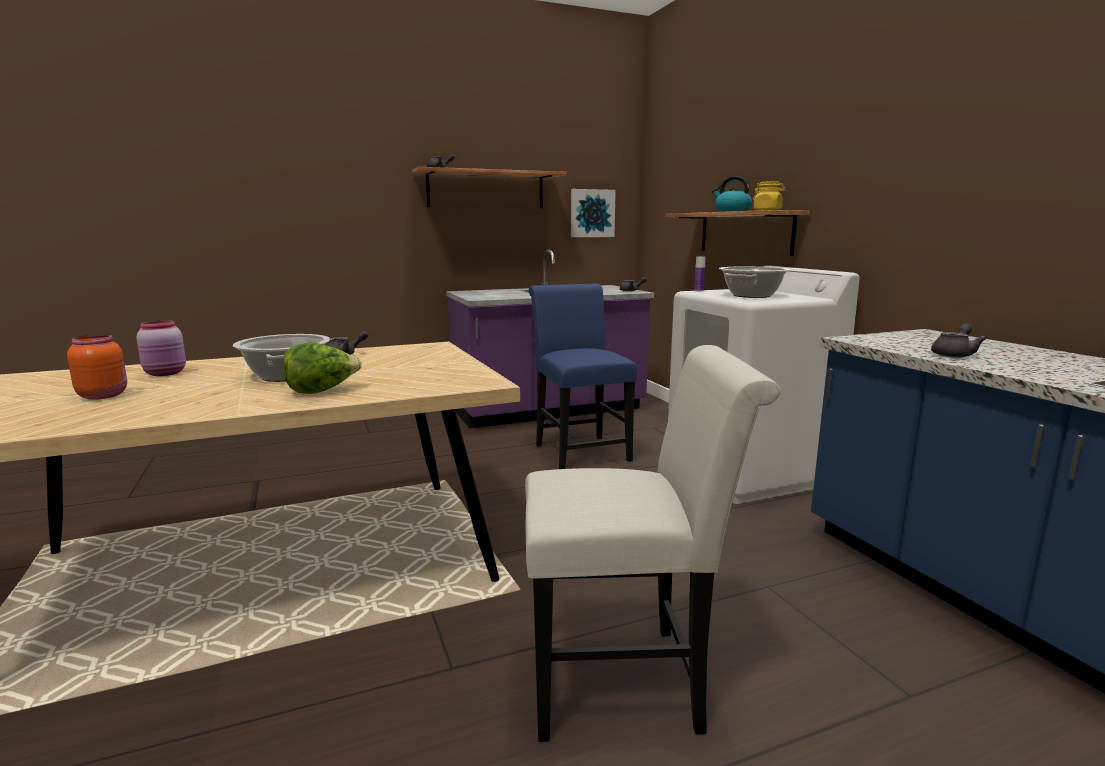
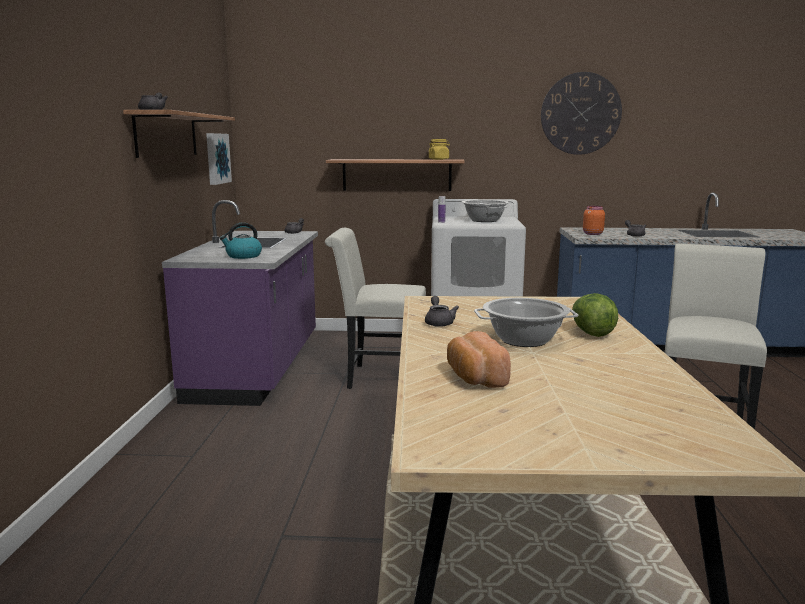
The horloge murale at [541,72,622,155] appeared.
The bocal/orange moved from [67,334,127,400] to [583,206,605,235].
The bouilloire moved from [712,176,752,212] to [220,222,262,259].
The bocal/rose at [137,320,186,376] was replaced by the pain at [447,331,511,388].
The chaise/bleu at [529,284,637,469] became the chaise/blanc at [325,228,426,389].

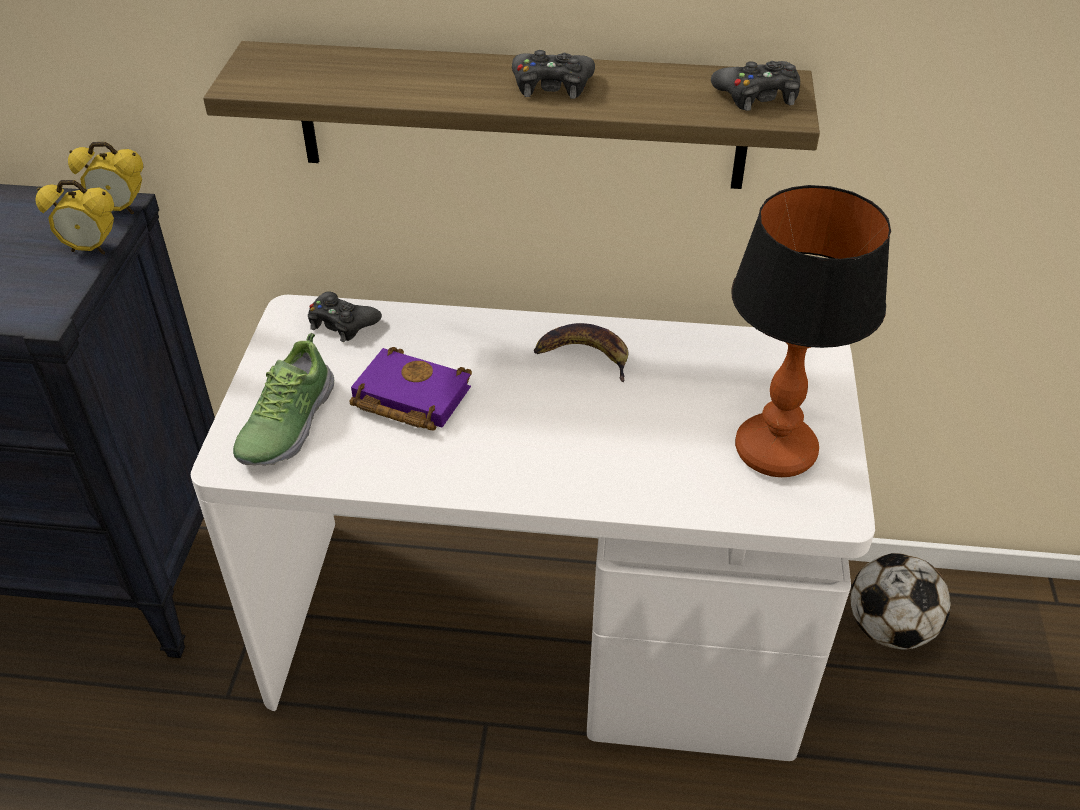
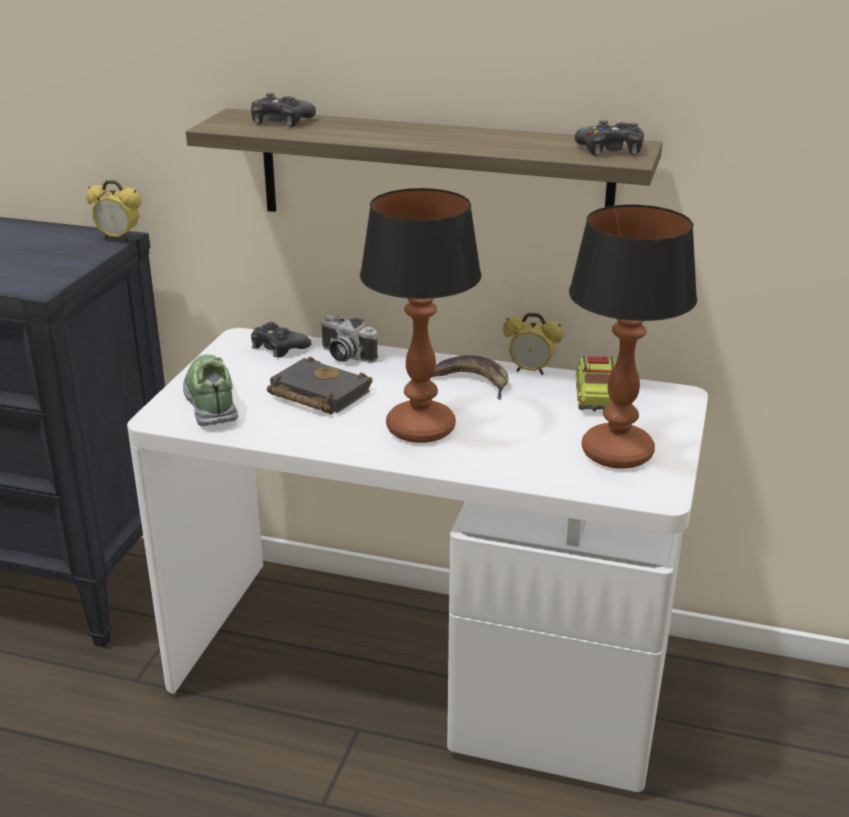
The ballon de foot at [850,553,951,649] disappeared.
The appareil photo at [321,315,378,363] appeared.
The lampe de table at [360,188,481,443] appeared.
The camion jouet at [576,355,616,411] appeared.
The réveil moved from [36,180,114,254] to [503,313,563,375].
The manette/noir moved from [512,50,595,99] to [251,93,316,127].
The livre/violet at [350,347,472,430] became the livre/noir at [267,357,373,414].
The chaussure at [233,333,334,466] turned 135 degrees clockwise.

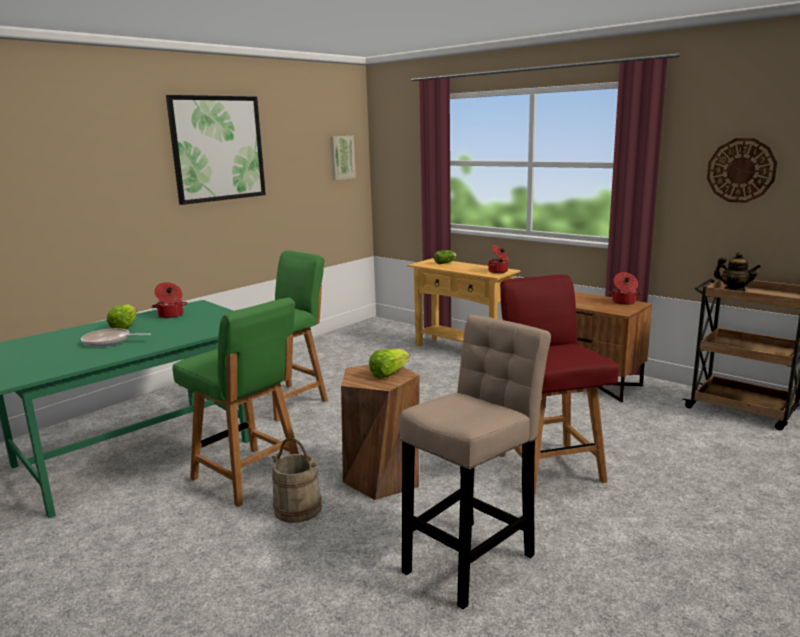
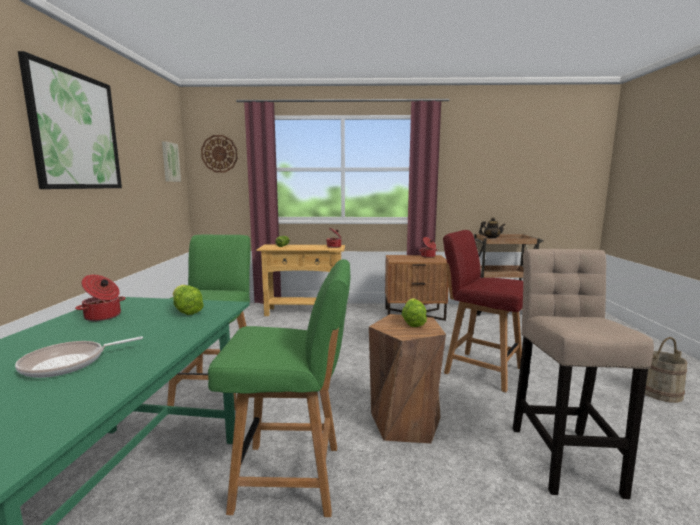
The laitue moved from [107,304,137,329] to [173,285,204,315].
The seau/beige moved from [272,438,322,523] to [645,337,687,403].
The horloge murale moved from [707,138,777,203] to [201,135,238,173].

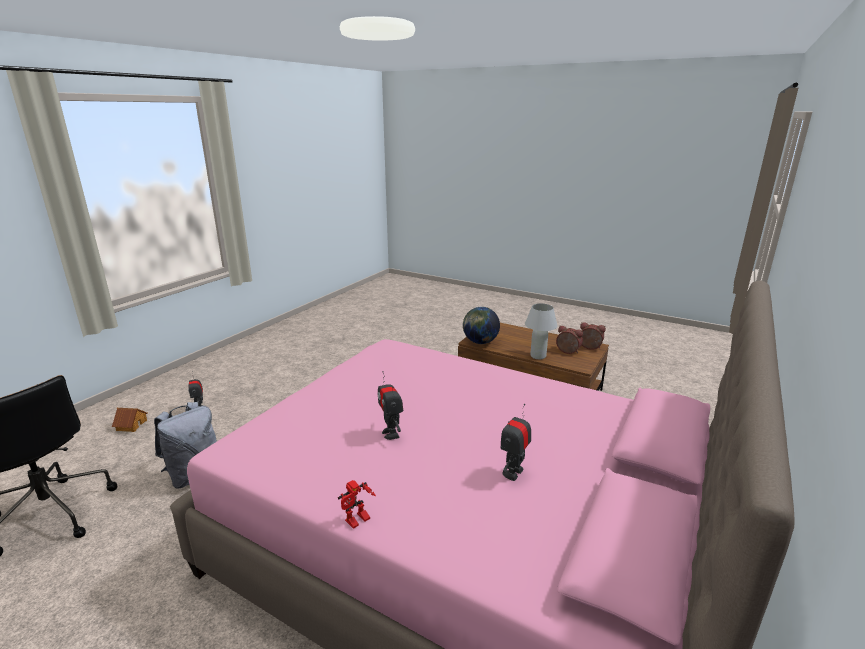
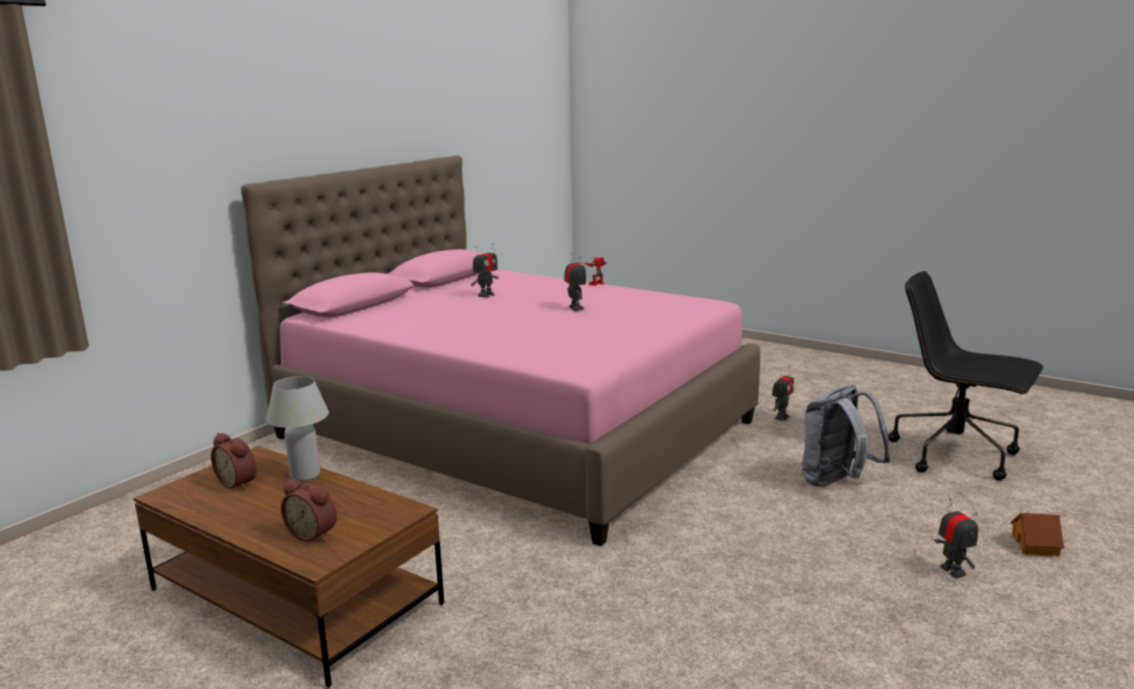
The globe at [463,307,500,344] disappeared.
The robot jouet at [772,367,794,421] appeared.
The réveil moved from [580,322,606,350] to [281,479,337,542].

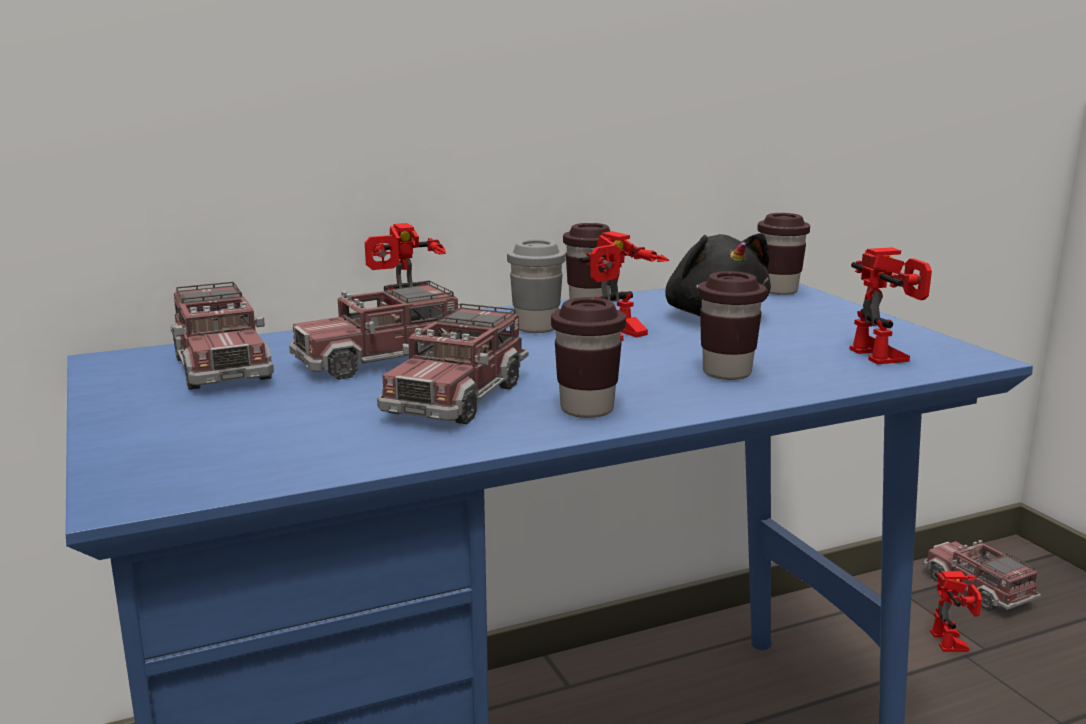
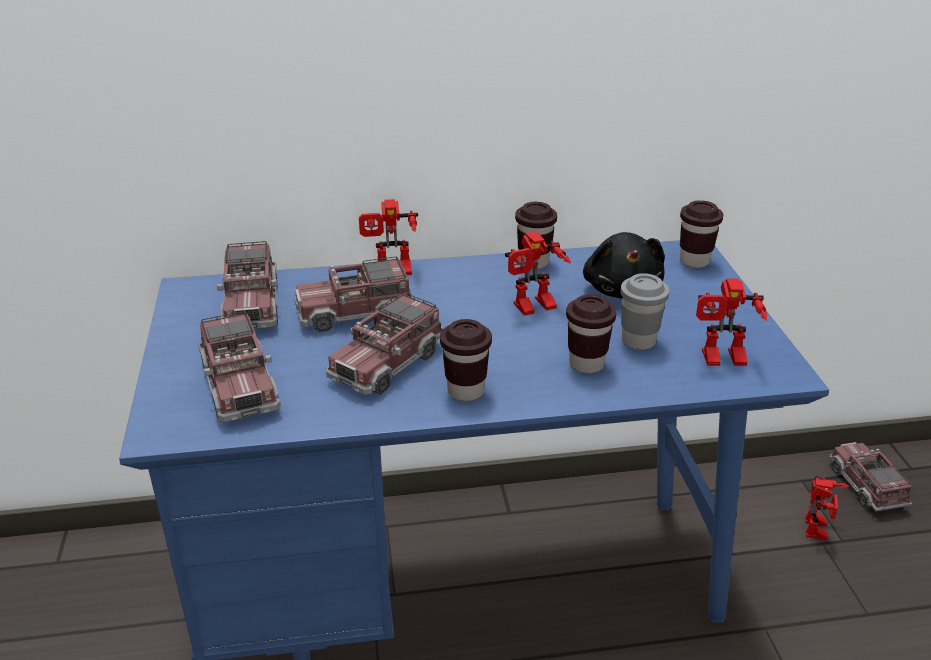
The camion jouet at [198,311,281,422] appeared.
The tasse/gris moved from [507,239,566,333] to [620,273,670,350].
The robot jouet at [850,247,932,364] turned 90 degrees clockwise.

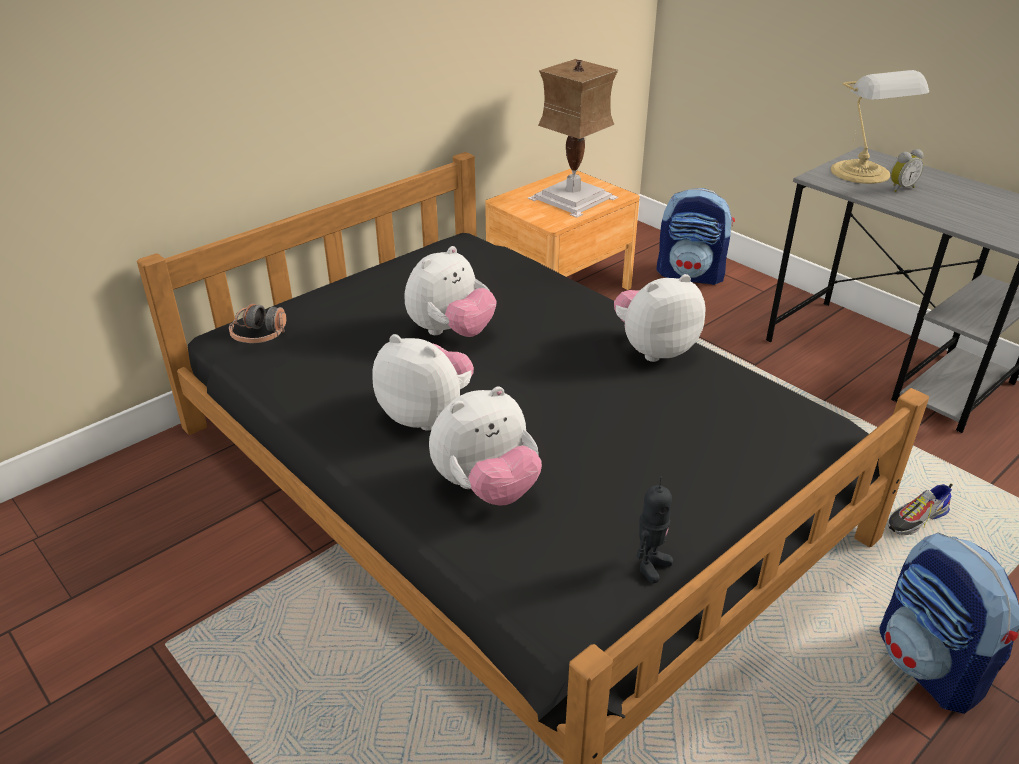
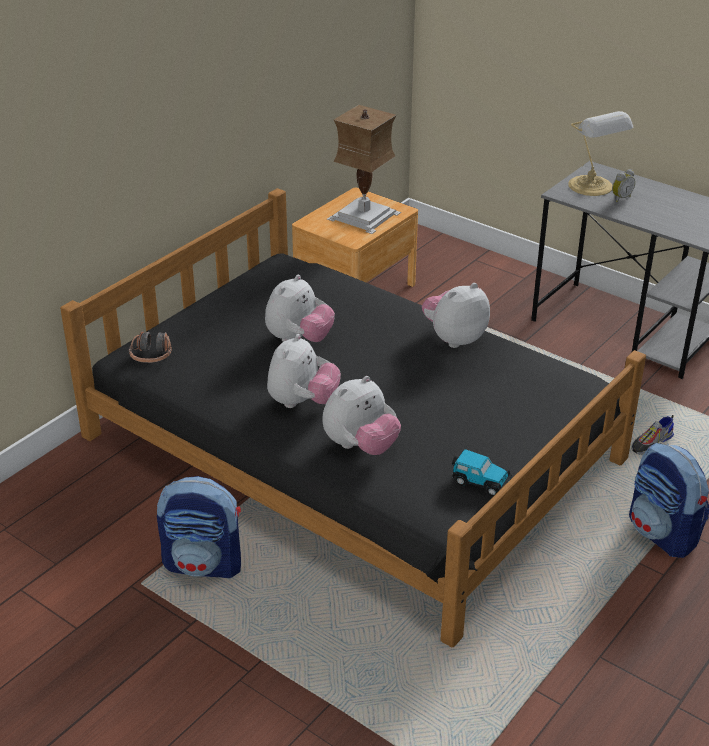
The sac à dos moved from [656,188,735,285] to [157,476,241,578].
The robot jouet at [636,477,673,583] was replaced by the petite voiture at [452,449,512,496].
The peluche at [372,334,474,431] turned 90 degrees clockwise.

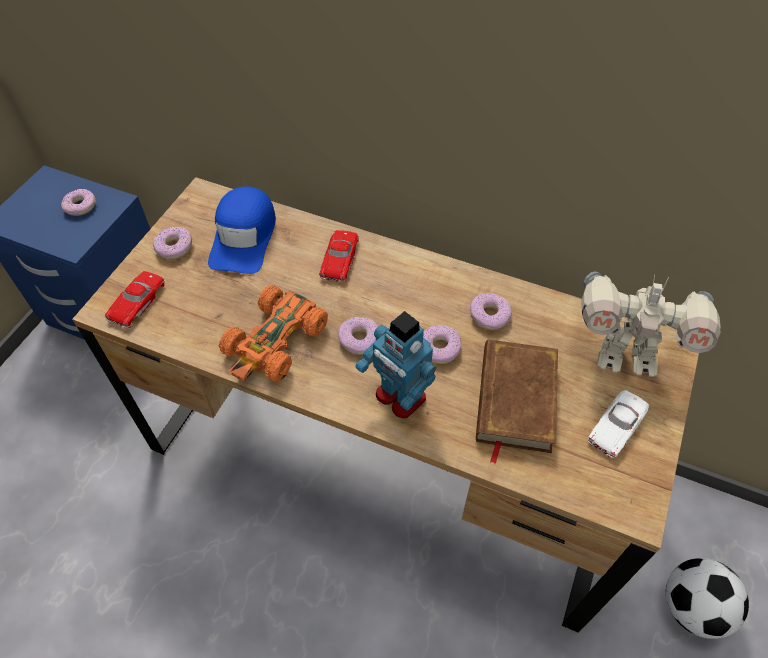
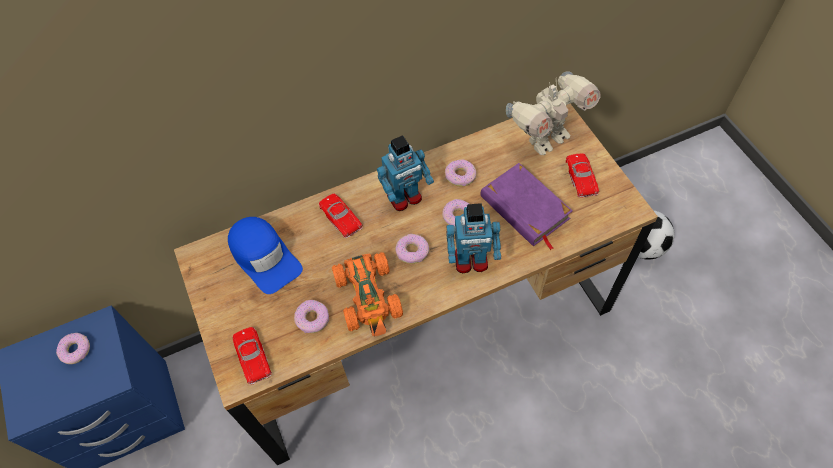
The robot jouet at [377,135,434,211] appeared.
The beignet moved from [153,227,193,260] to [294,300,329,333].
The livre/marron at [476,339,558,464] became the livre/violet at [481,163,573,250].
The petite voiture/blanc at [588,390,649,458] became the petite voiture/rouge at [566,153,599,197].

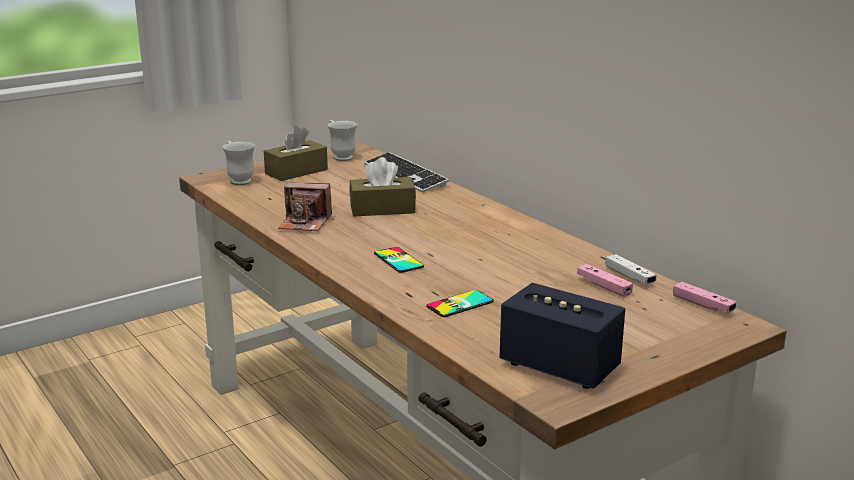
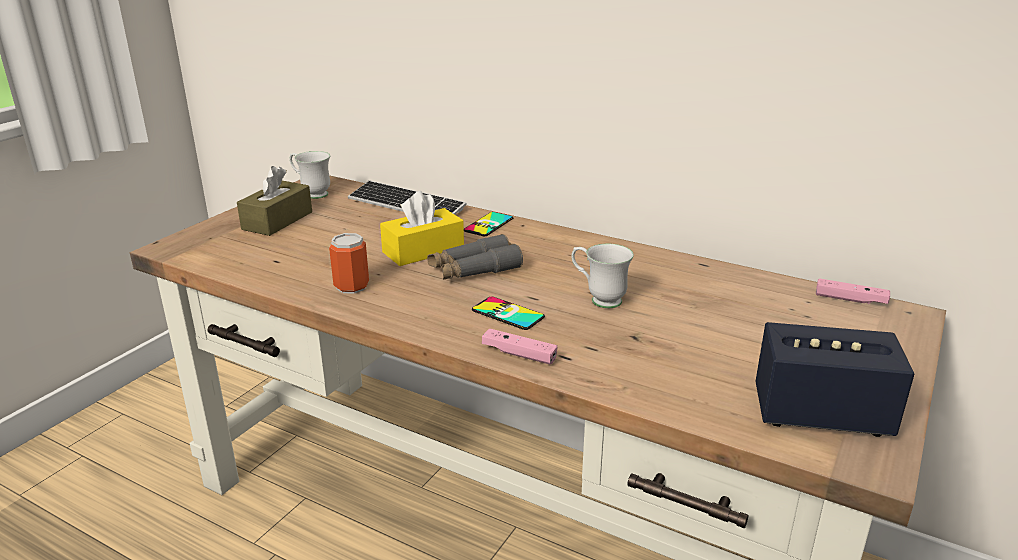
The manette/blanc at [605,254,657,284] disappeared.
The jumelles/gris at [427,234,523,280] appeared.
The mug/blanc moved from [222,141,255,185] to [571,244,634,308].
The téléphone moved from [426,290,494,317] to [464,212,513,236].
The manette/rose moved from [577,264,633,297] to [482,328,557,365].
The appareil photo at [278,182,332,231] was replaced by the boîte métallique at [329,233,369,294].
The boîte à mouchoirs/marron at [349,157,416,216] became the boîte à mouchoirs/jaune at [380,191,464,266].

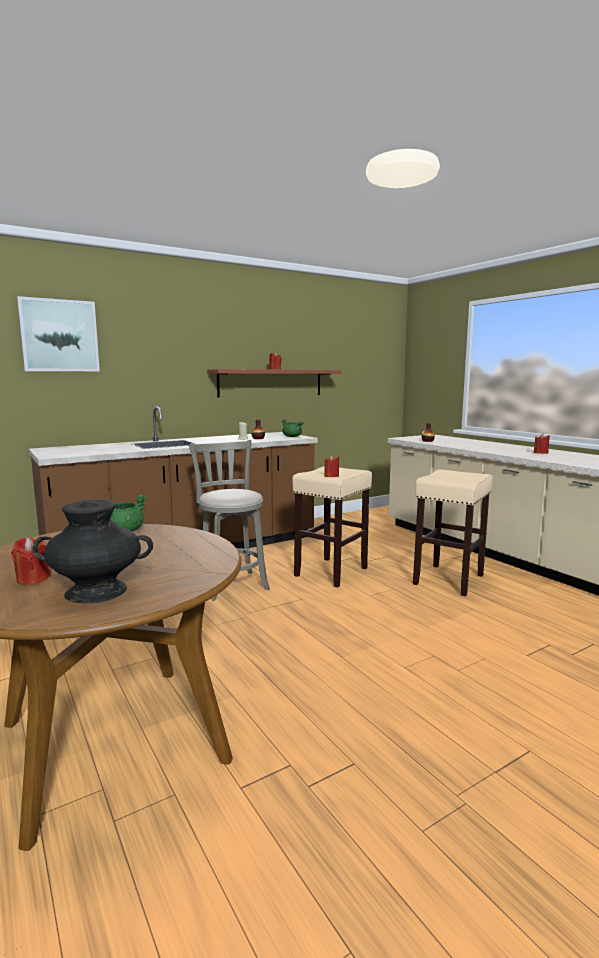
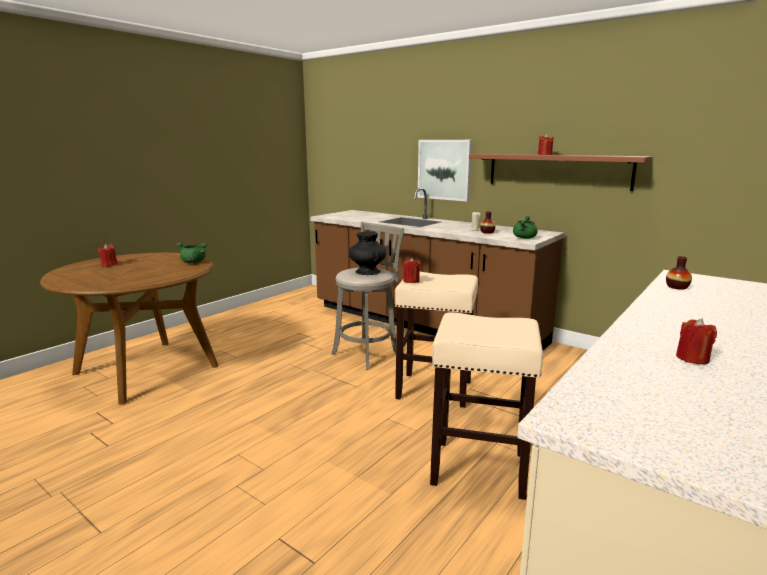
The tableau moved from [17,296,100,371] to [418,140,472,201].
The vase/noir moved from [33,500,153,603] to [348,232,386,275].

